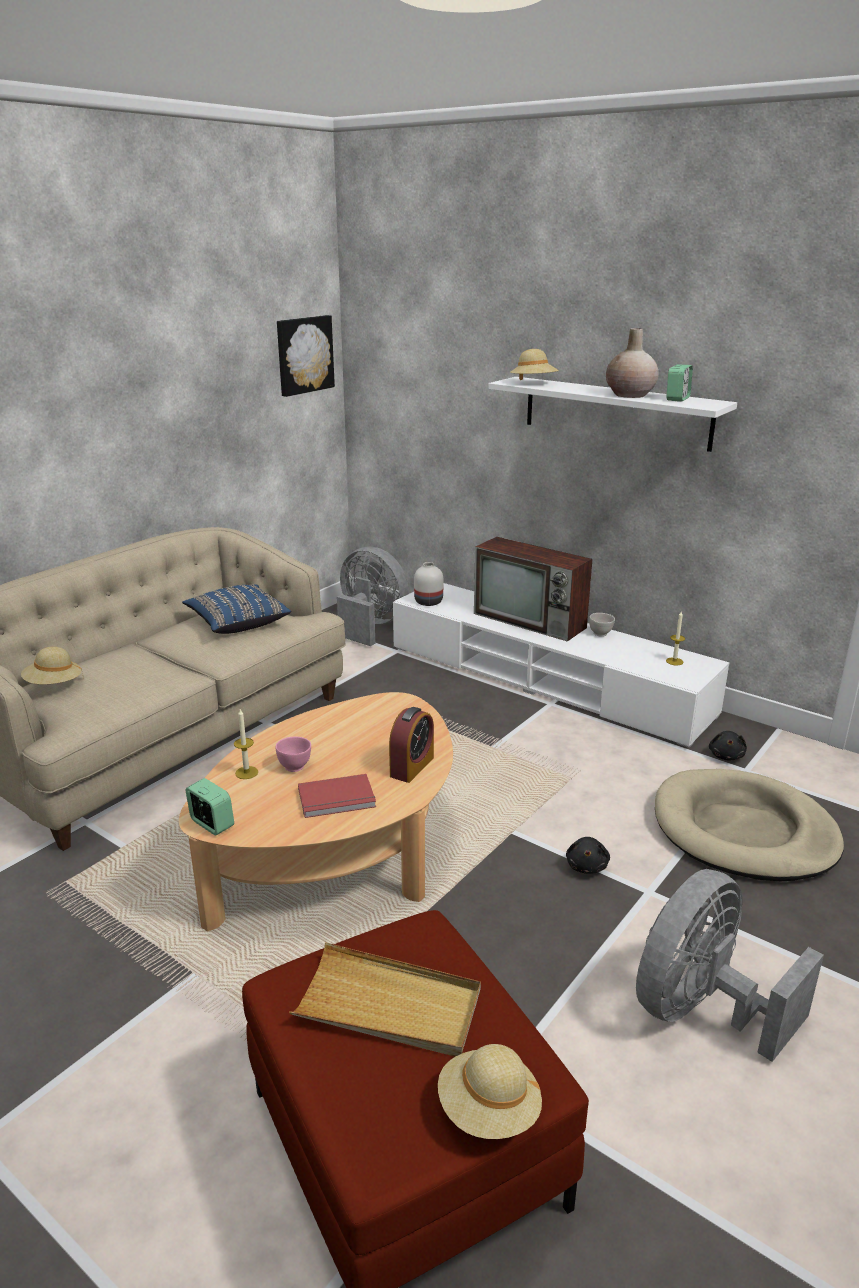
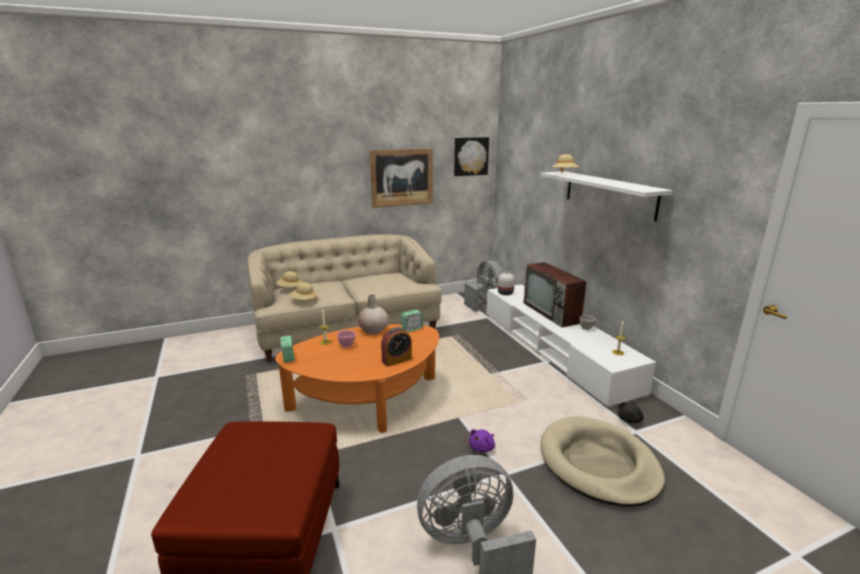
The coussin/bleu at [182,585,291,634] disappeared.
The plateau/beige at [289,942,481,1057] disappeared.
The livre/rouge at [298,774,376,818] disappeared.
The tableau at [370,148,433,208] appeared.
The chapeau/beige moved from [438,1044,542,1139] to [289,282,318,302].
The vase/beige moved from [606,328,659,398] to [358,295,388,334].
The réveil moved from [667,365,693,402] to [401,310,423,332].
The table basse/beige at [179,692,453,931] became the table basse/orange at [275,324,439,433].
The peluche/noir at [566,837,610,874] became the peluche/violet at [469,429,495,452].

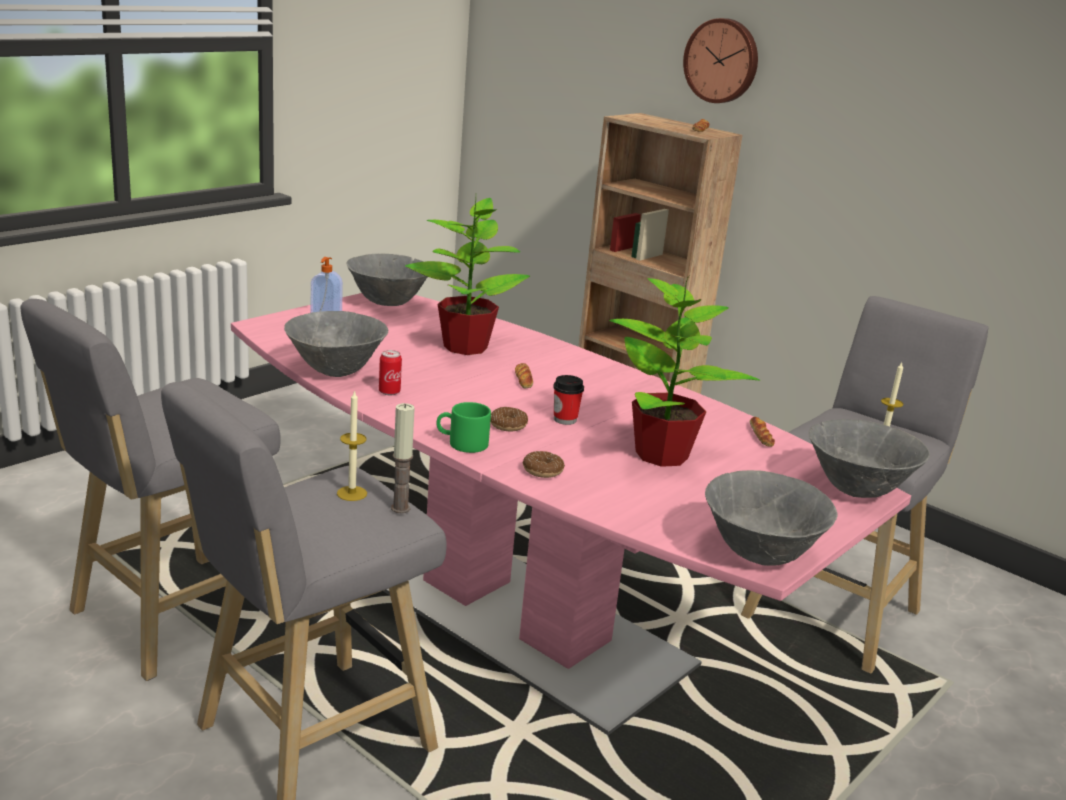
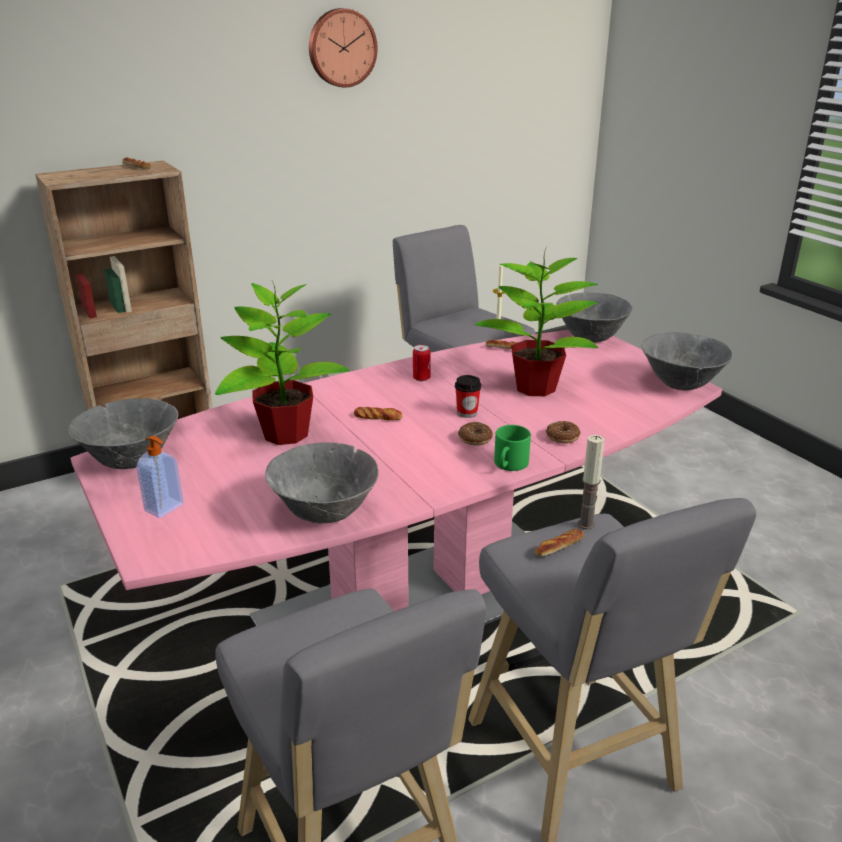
The boîte métallique moved from [379,350,402,395] to [413,345,431,381].
The horloge murale moved from [683,18,758,103] to [309,8,378,87].
The bougie at [337,390,367,501] was replaced by the pain at [535,529,584,557].

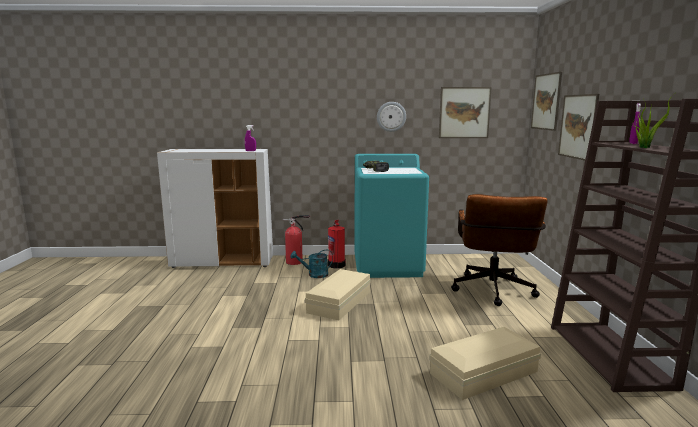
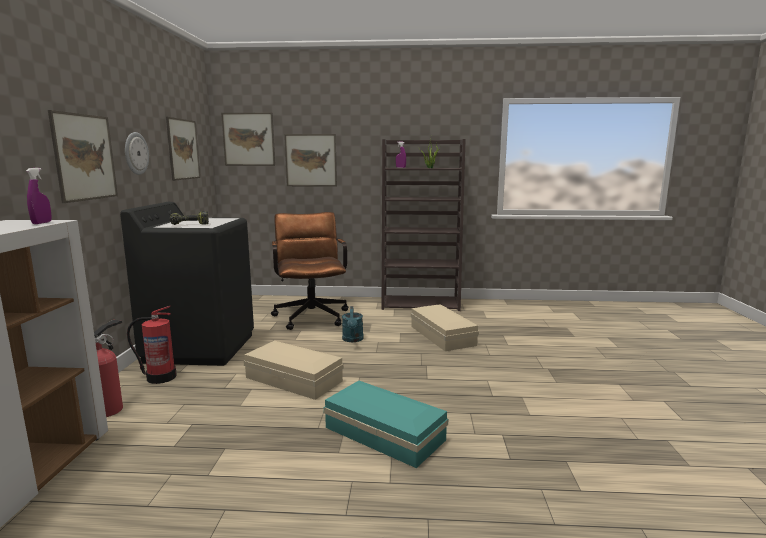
The tableau at [48,110,118,203] appeared.
The boîte de rangement/turquoise at [324,381,448,468] appeared.
The arrosoir/turquoise moved from [290,250,333,278] to [342,306,364,342].
The lave-linge/turquoise at [354,154,429,278] became the lave-linge/noir at [120,202,254,366].
The chaise de bureau/marron at [451,194,548,306] turned 120 degrees counterclockwise.

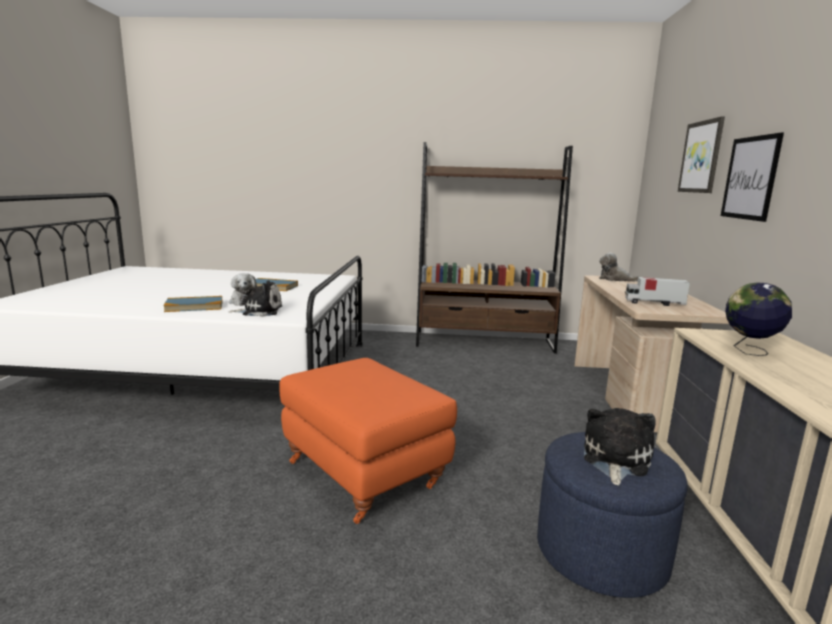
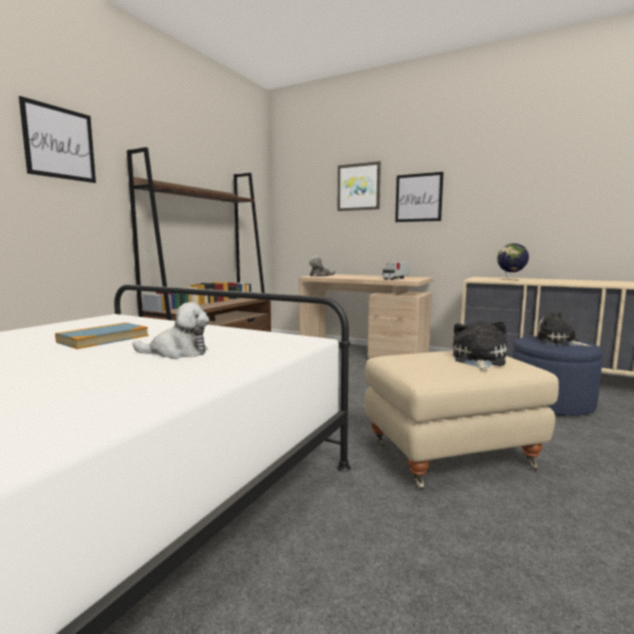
The livre at [163,296,223,312] disappeared.
The tableau at [19,96,96,183] appeared.
The peluche moved from [229,280,282,317] to [453,320,507,371].
The pouf/orange at [279,358,457,524] became the pouf/beige at [365,351,559,490].

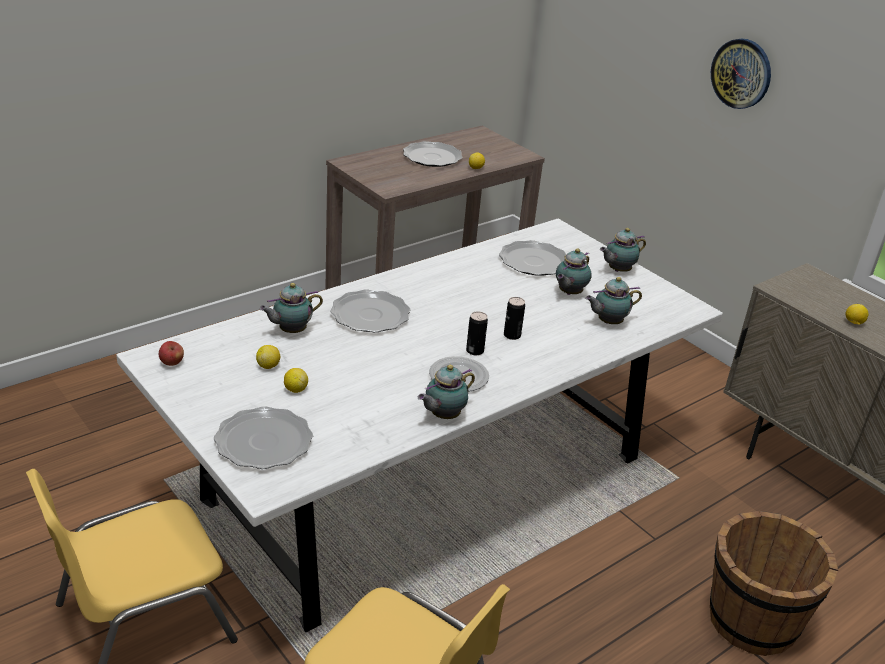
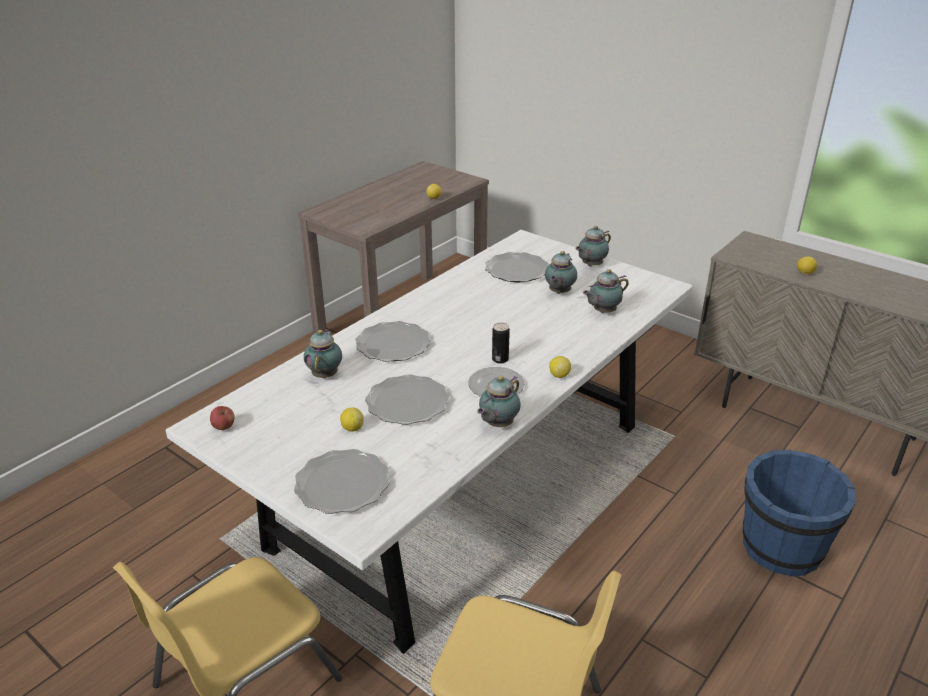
The boîte métallique at [504,297,525,340] disappeared.
The horloge murale at [711,39,771,109] disappeared.
The citron moved from [256,345,280,369] to [549,356,571,378].
The assiette moved from [403,141,463,167] to [365,374,449,425].
The seau/marron at [710,511,838,656] became the seau/bleu at [743,450,856,577].
The théière at [259,283,323,333] turned 135 degrees clockwise.

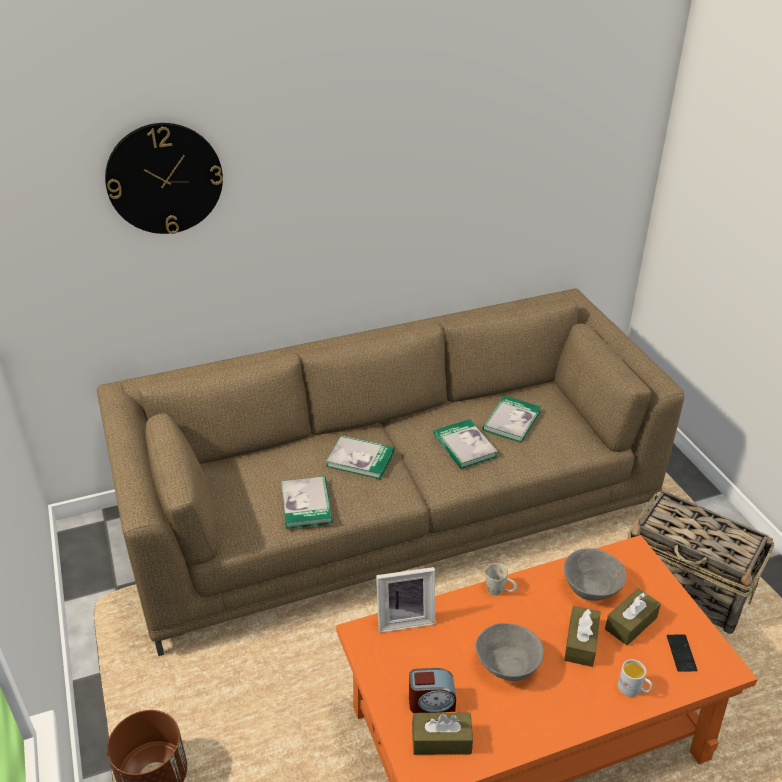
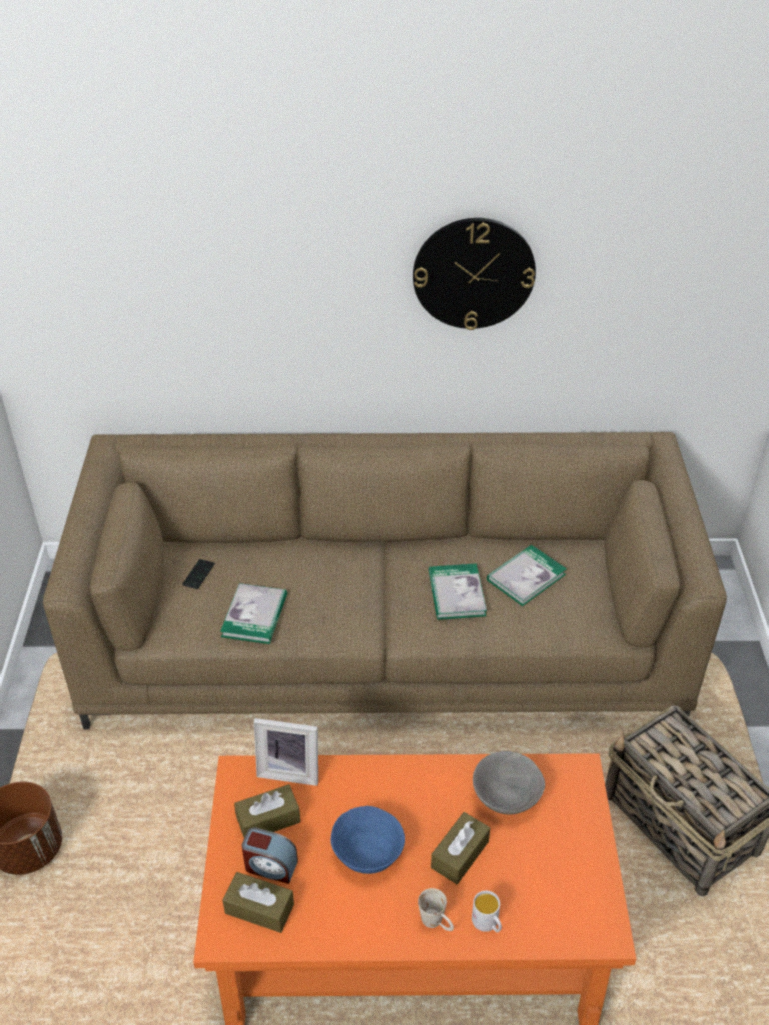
The livre at [326,435,394,479] disappeared.
The horloge murale moved from [105,123,223,234] to [413,218,536,330].
The mug/blanc moved from [485,563,517,596] to [418,888,454,931].
The boîte à mouchoirs/marron moved from [605,588,661,646] to [234,784,300,838].
The téléphone moved from [667,635,697,671] to [182,559,215,589].
The bol/gris at [476,623,544,681] became the bol/bleu at [331,806,405,874].

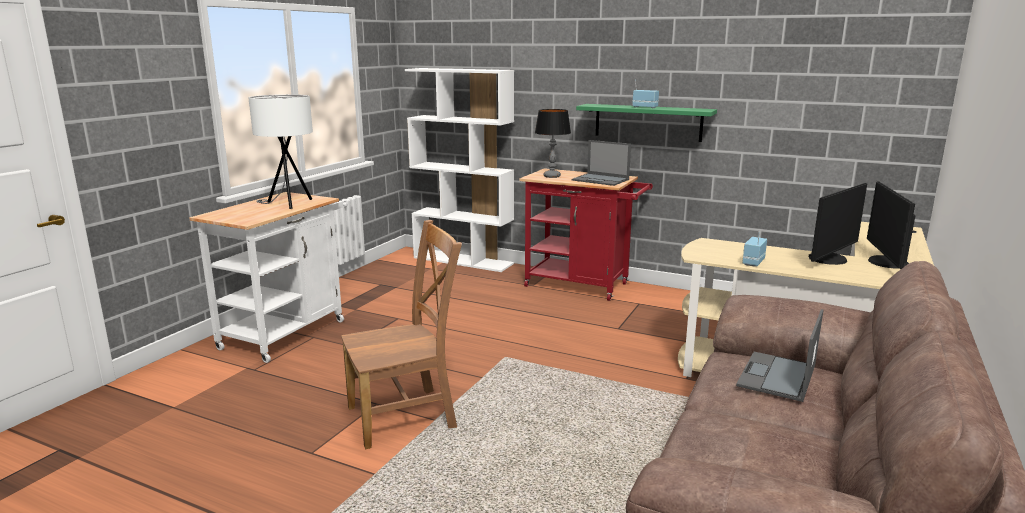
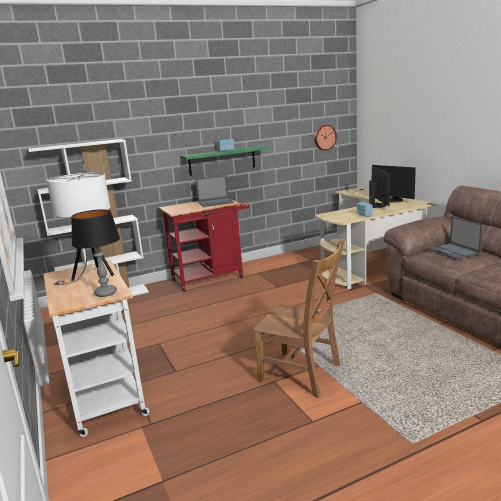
The horloge murale at [314,125,337,150] appeared.
The lampe de table moved from [535,109,571,178] to [71,209,120,297].
The chaise/marron at [341,220,462,449] turned 105 degrees clockwise.

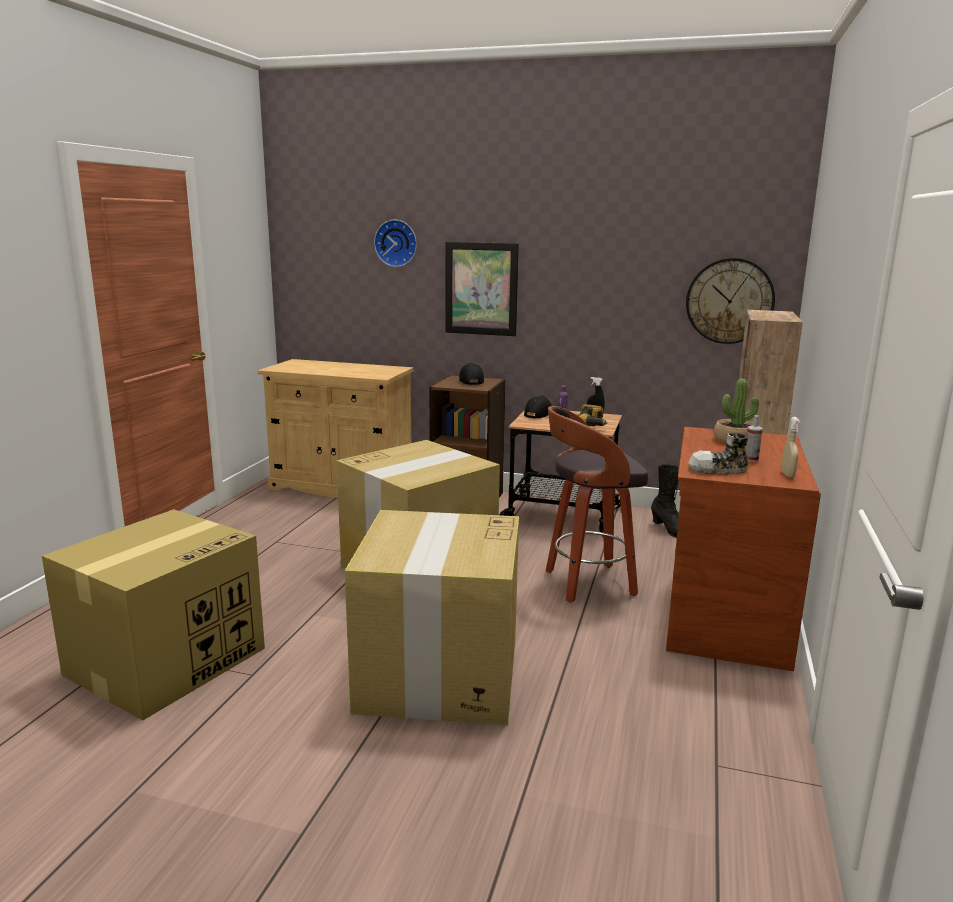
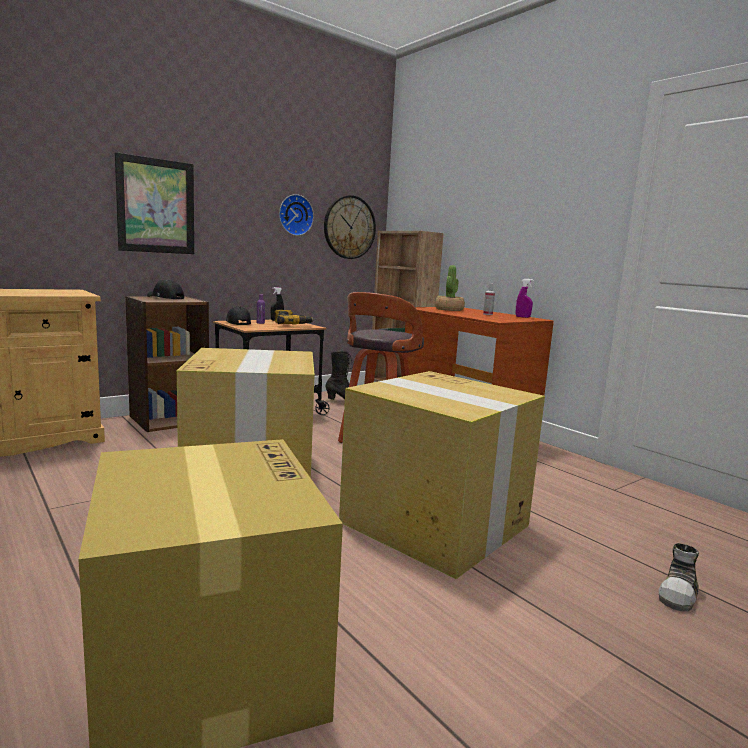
The horloge murale moved from [374,220,417,267] to [279,194,314,236].
The chaussure moved from [689,433,749,474] to [659,543,699,612].
The vaporisateur/beige at [781,417,800,478] became the vaporisateur/violet at [516,279,533,318].

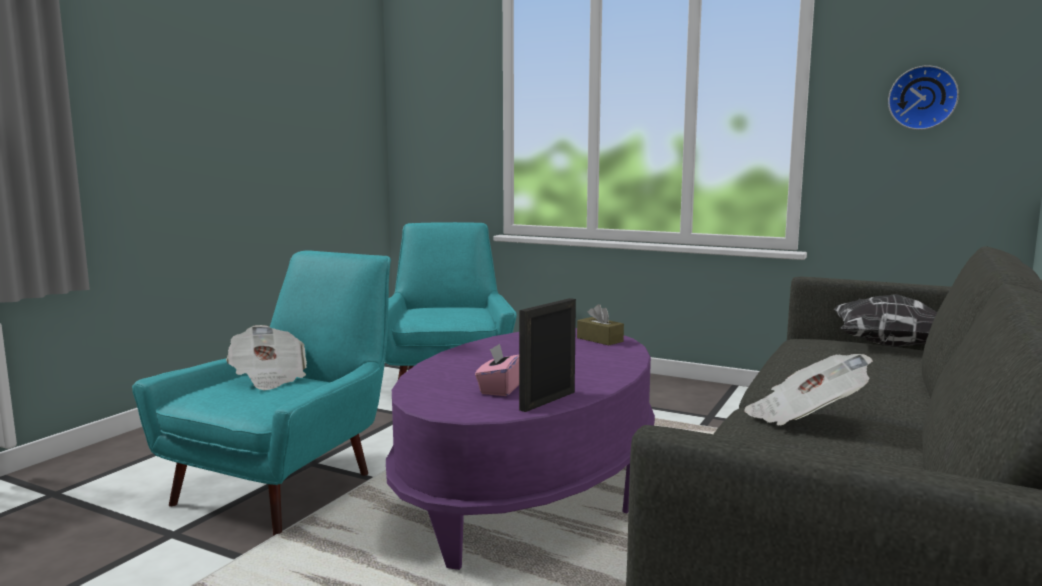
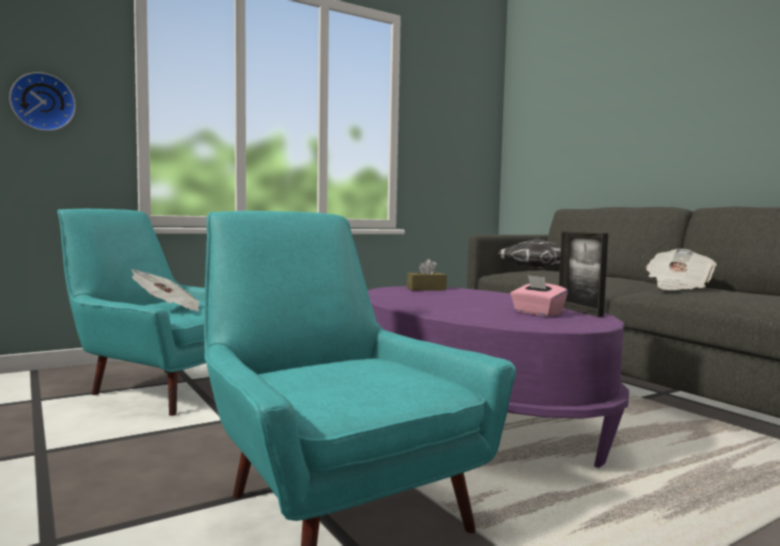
The journal moved from [226,325,307,390] to [131,269,200,311].
The horloge murale moved from [888,65,959,130] to [9,72,76,131].

